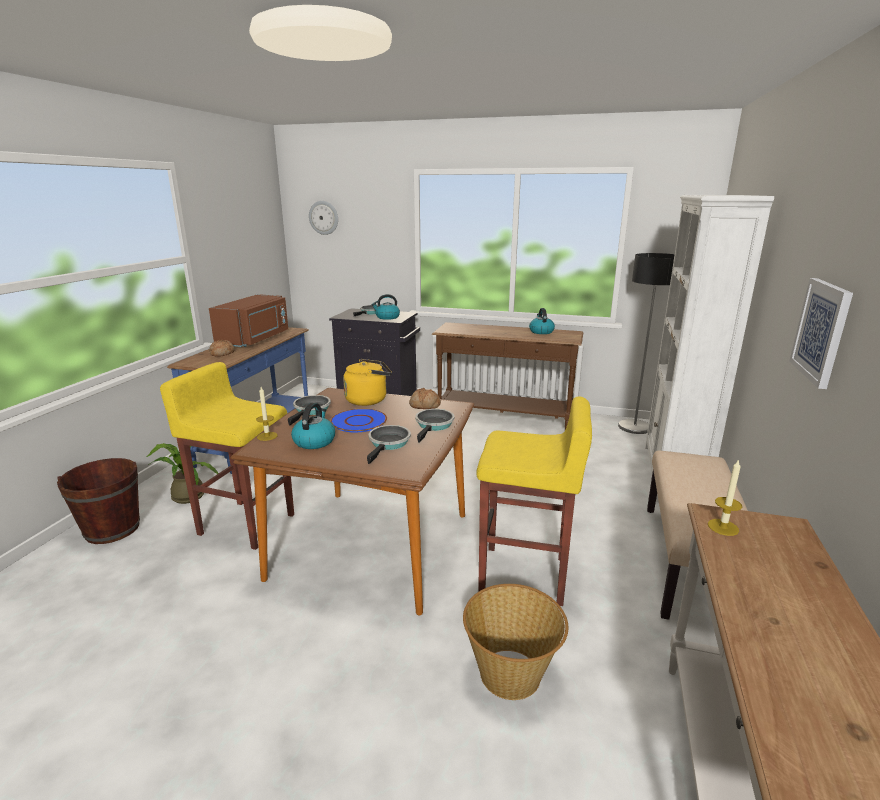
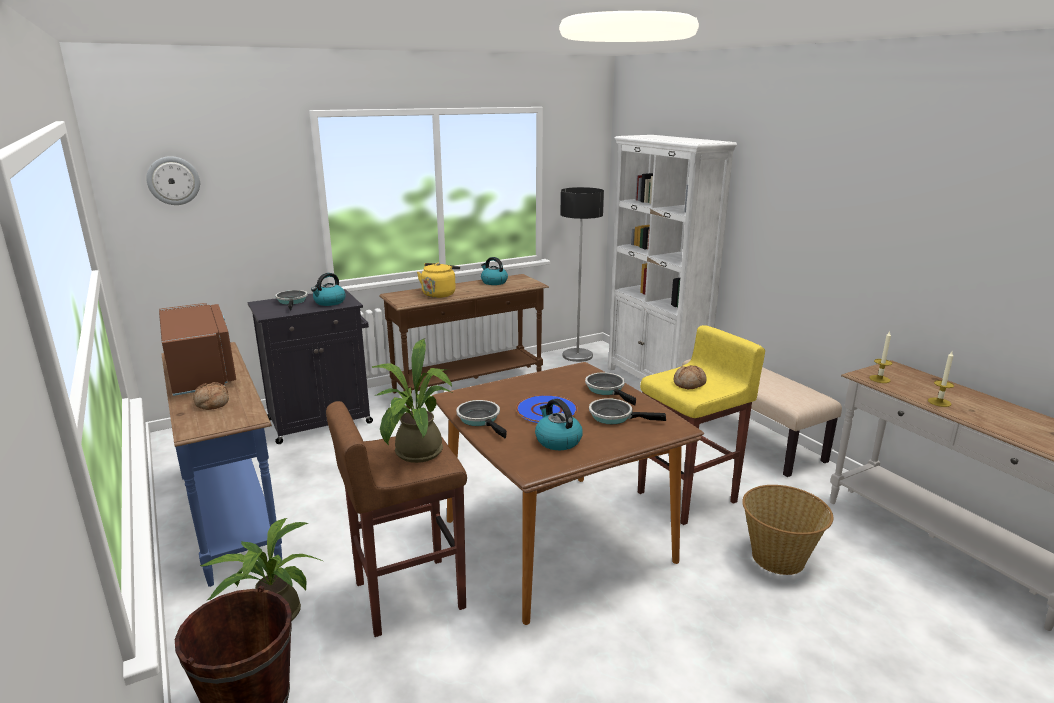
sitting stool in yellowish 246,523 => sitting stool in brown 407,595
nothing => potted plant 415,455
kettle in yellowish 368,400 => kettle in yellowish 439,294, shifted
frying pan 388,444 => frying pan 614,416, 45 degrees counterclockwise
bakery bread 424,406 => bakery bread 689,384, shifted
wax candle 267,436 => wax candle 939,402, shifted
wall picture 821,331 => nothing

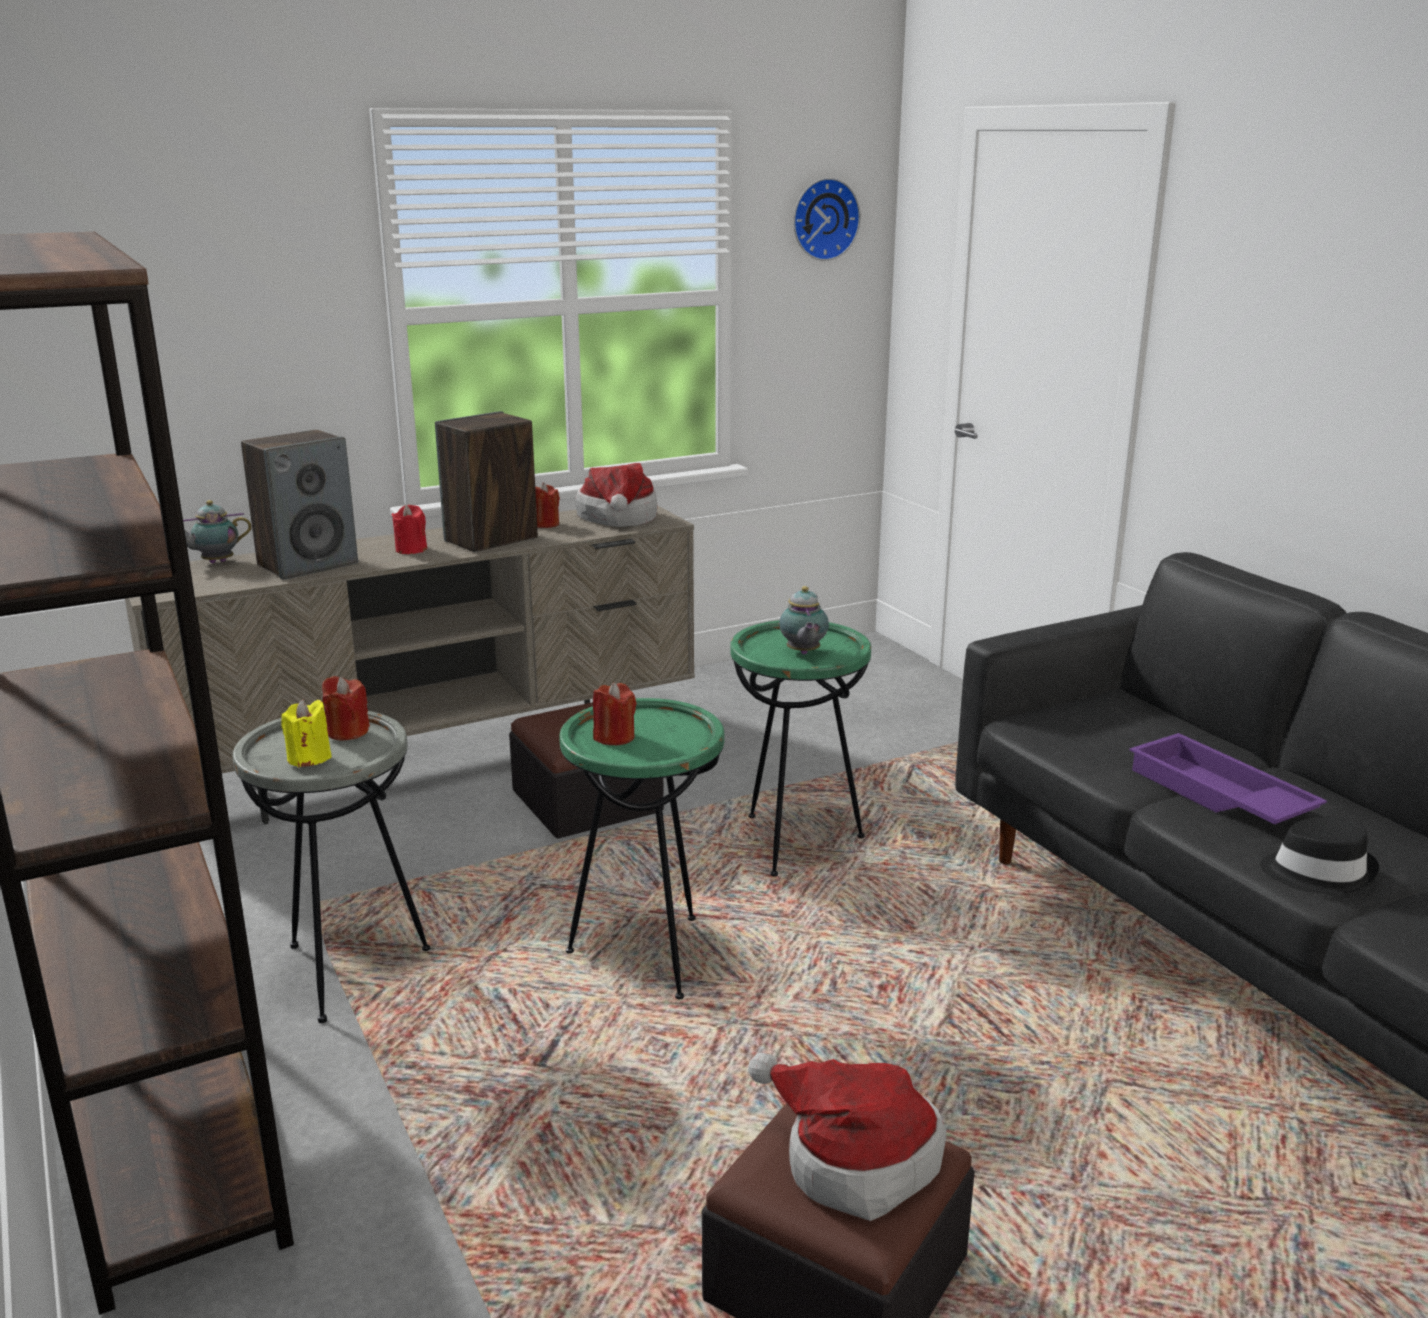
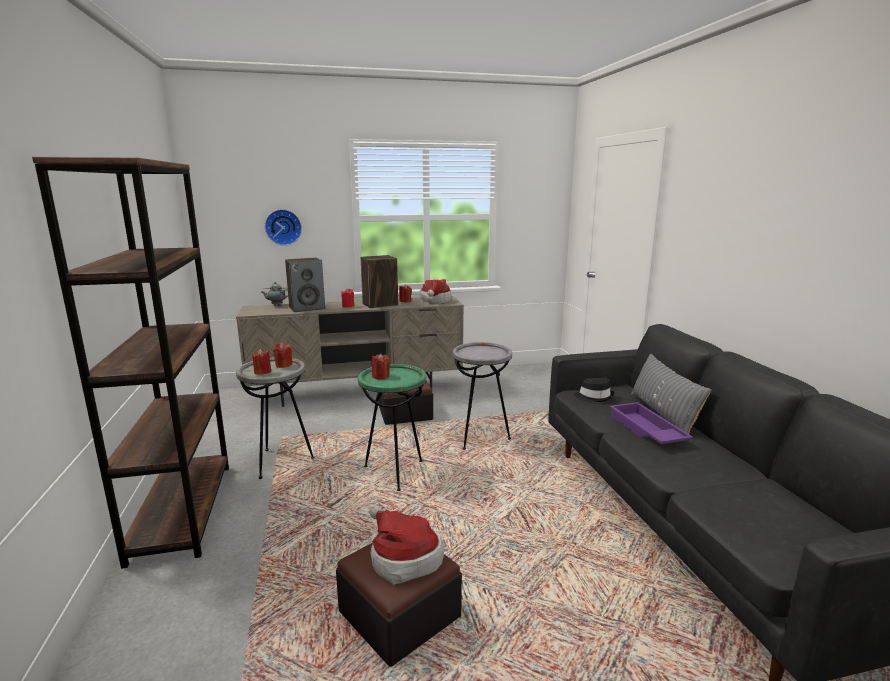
wax candle in yellowish 309,758 => wax candle in reddish 262,372
clock on the wall 823,219 => clock on the wall 283,227, shifted
end table in green 795,843 => end table in greyish 480,438
clothing hat in black-coloured 1318,872 => clothing hat in black-coloured 594,397, shifted
nothing => throw pillow in greyish 663,414
pot for tea 803,653 => nothing

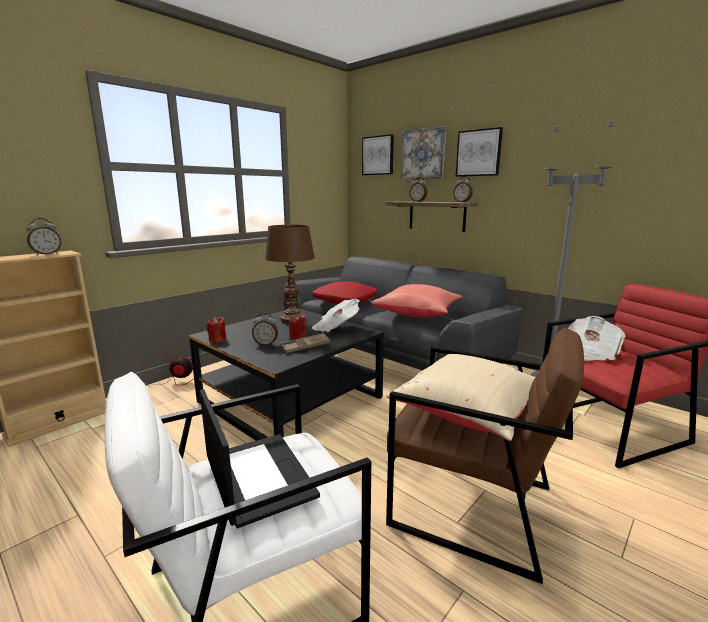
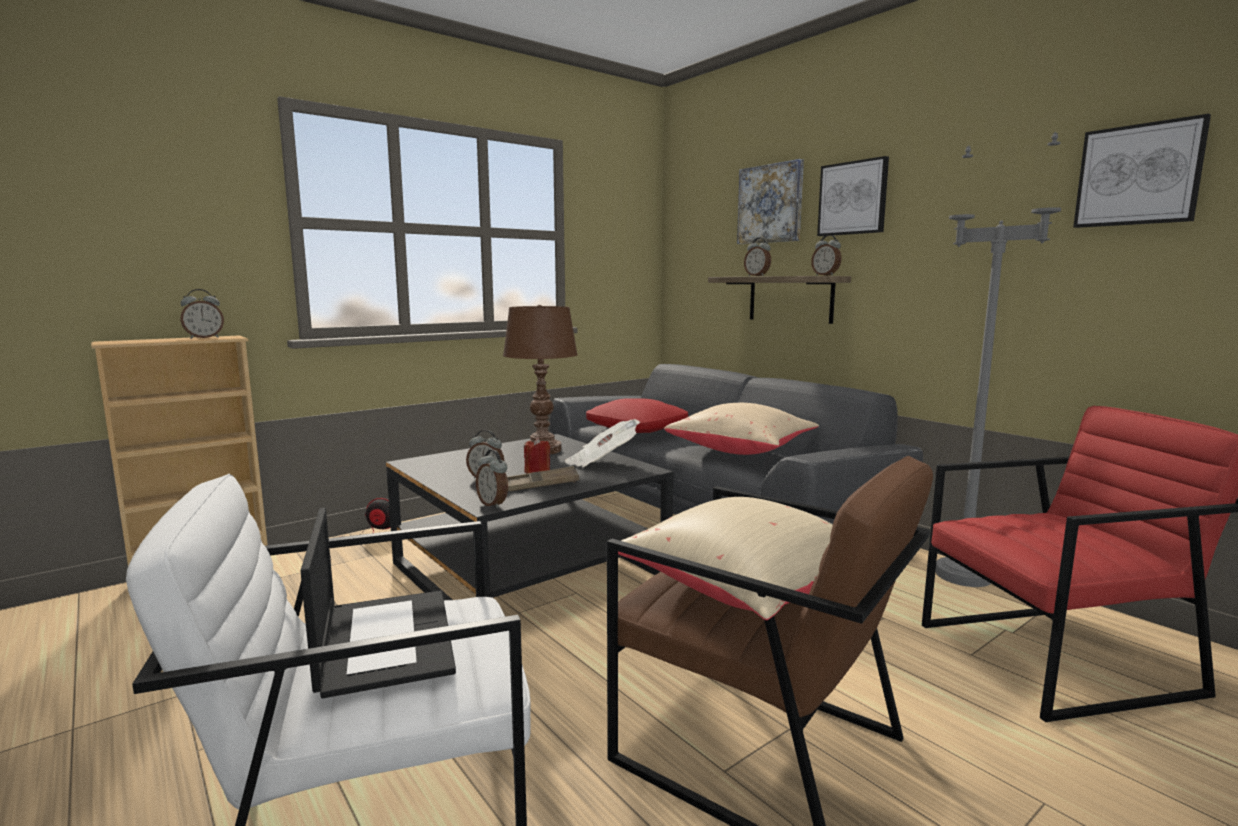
nothing => bedside clock 493,504
throw pillow in reddish 418,314 => throw pillow in sand-coloured 742,451
wall picture 378,155 => wall picture 1138,175, shifted
wax candle in reddish 217,340 => nothing
newspaper 590,352 => nothing

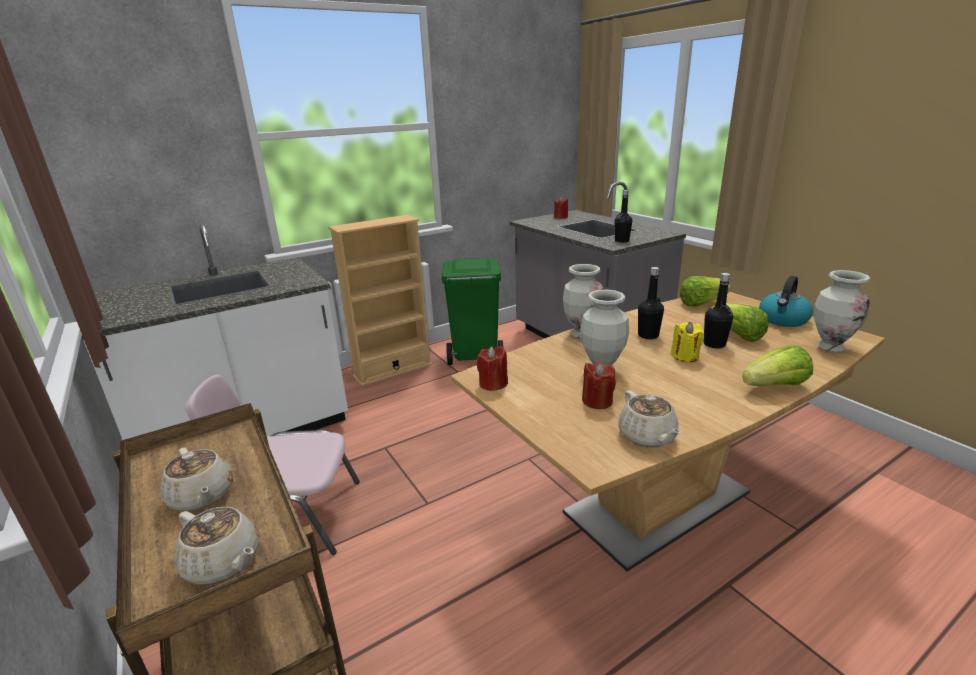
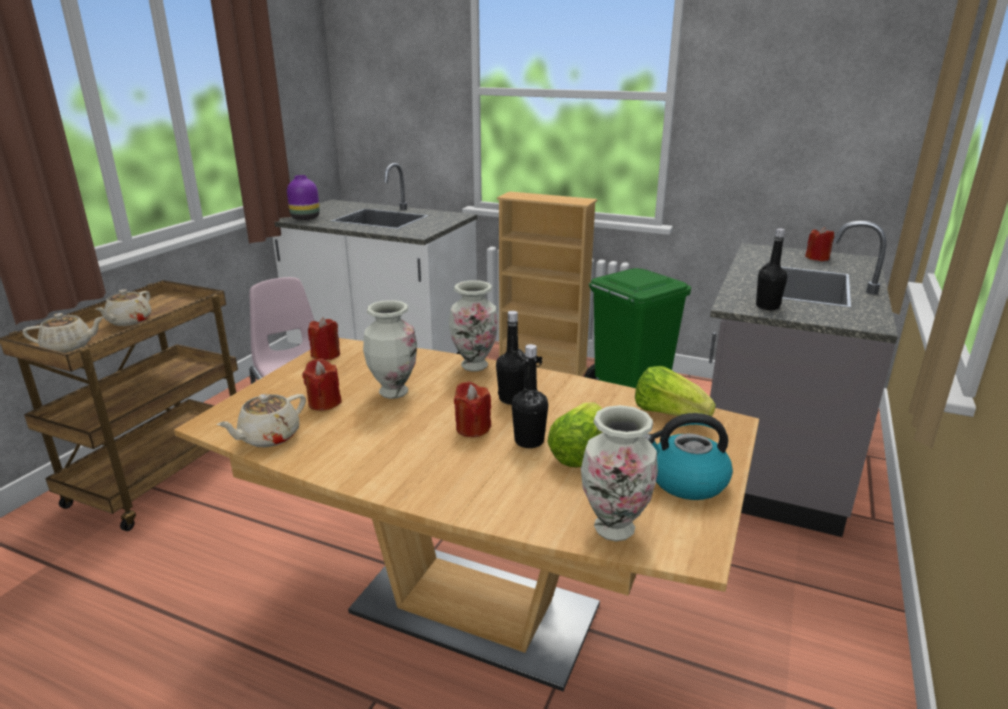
pot for tea in sand-coloured 224,563 => pot for tea in sand-coloured 69,347, 105 degrees counterclockwise
nothing => decorative vase in purplish 305,218
wax candle in yellowish 685,356 => wax candle in reddish 472,428
lettuce head 775,386 => nothing

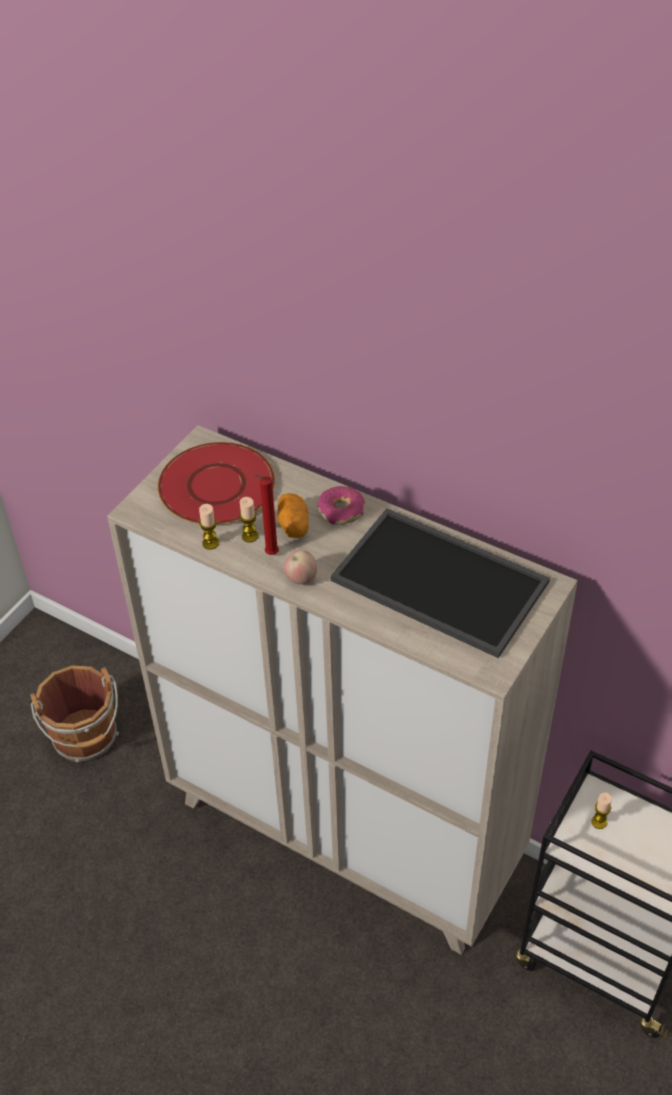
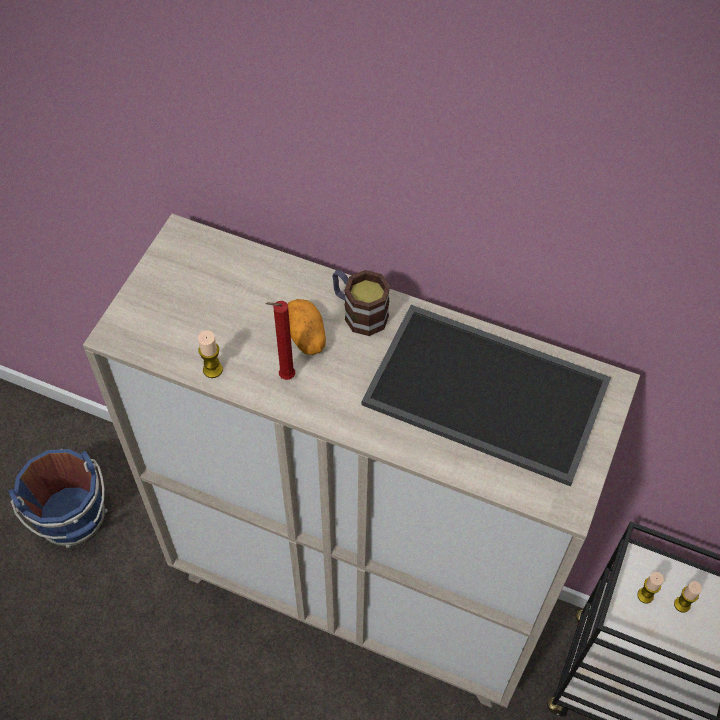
pail in brown 86,738 => pail in bluish 74,519
donut 341,511 => mug 358,312
wax candle 250,536 => wax candle 682,604, shifted
flat dish in reddish 217,486 => nothing
apple 301,578 => nothing

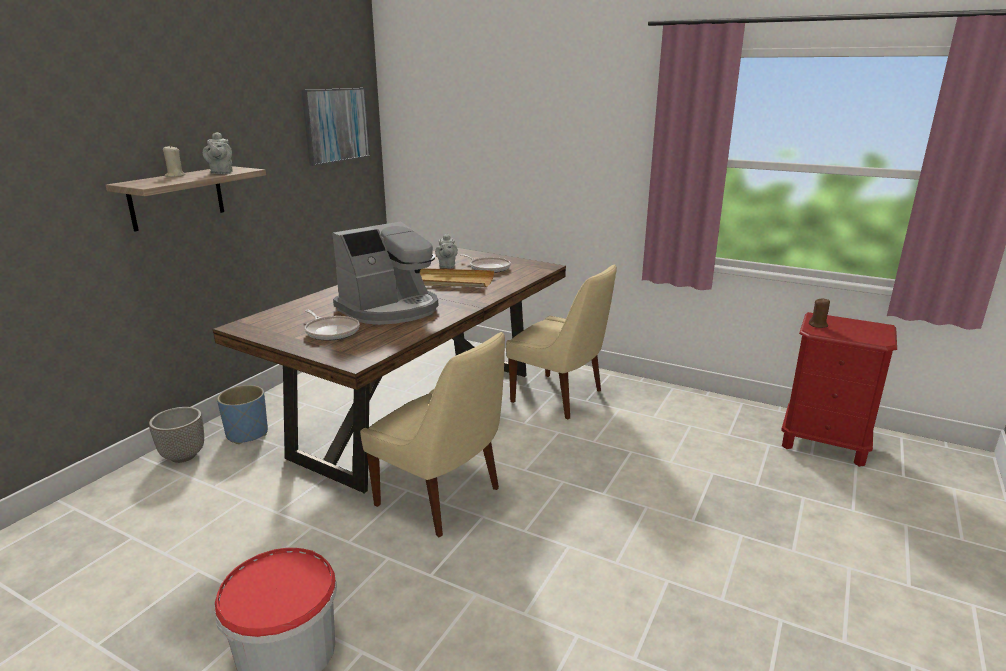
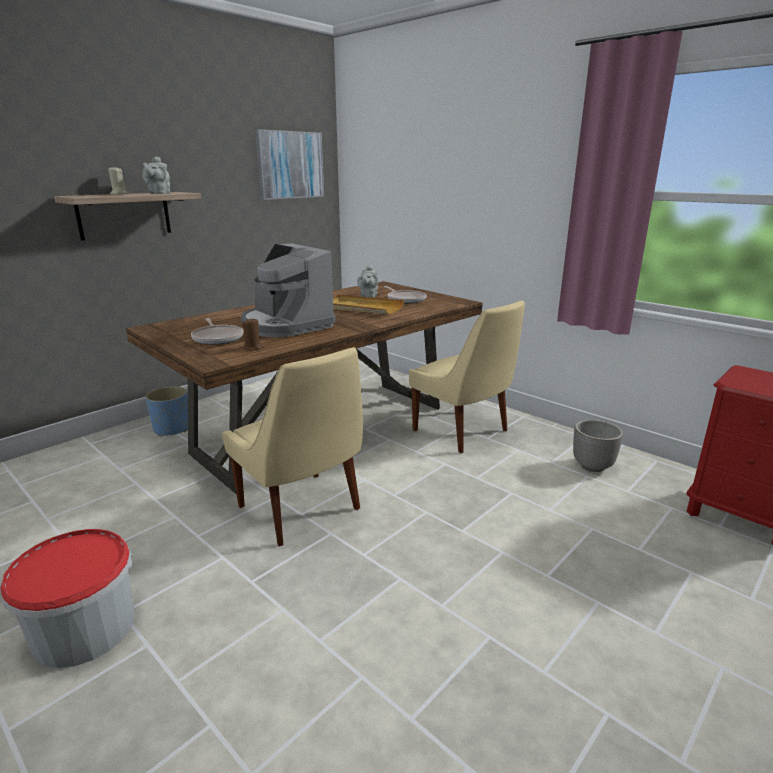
coffee machine 390,309 => coffee machine 285,325, 75 degrees clockwise
wax candle in brown 818,325 => wax candle in brown 253,348, shifted
plant pot 184,456 => plant pot 593,466, shifted

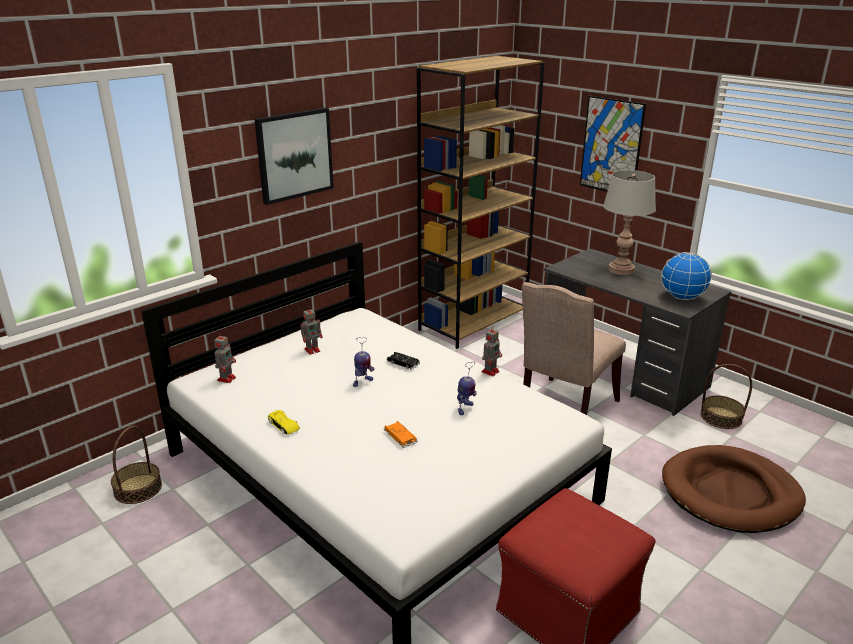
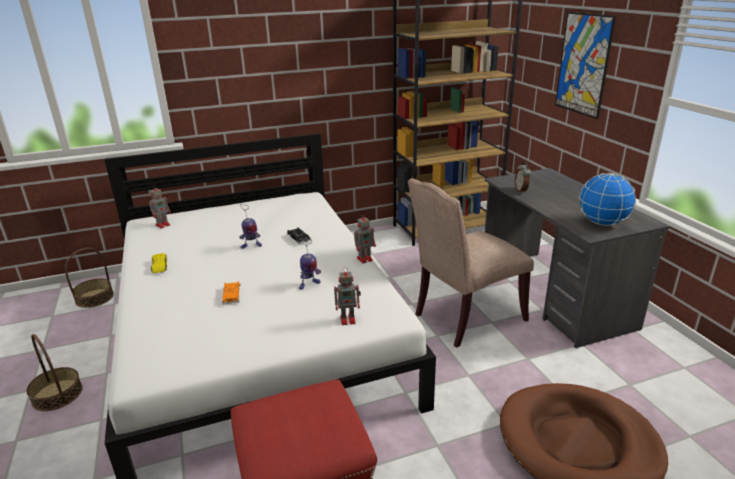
basket 721,417 => basket 57,394, shifted
toy robot 313,350 => toy robot 349,319, shifted
nothing => bedside clock 521,191
wall picture 294,155 => nothing
lamp for a table in greyish 621,270 => nothing

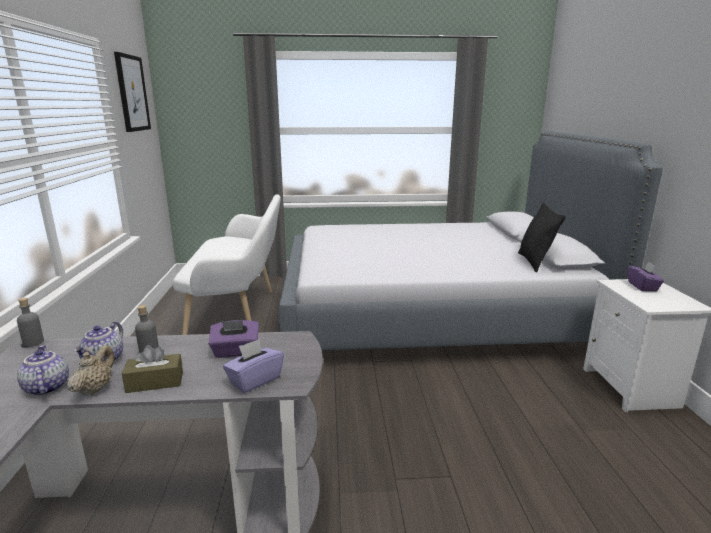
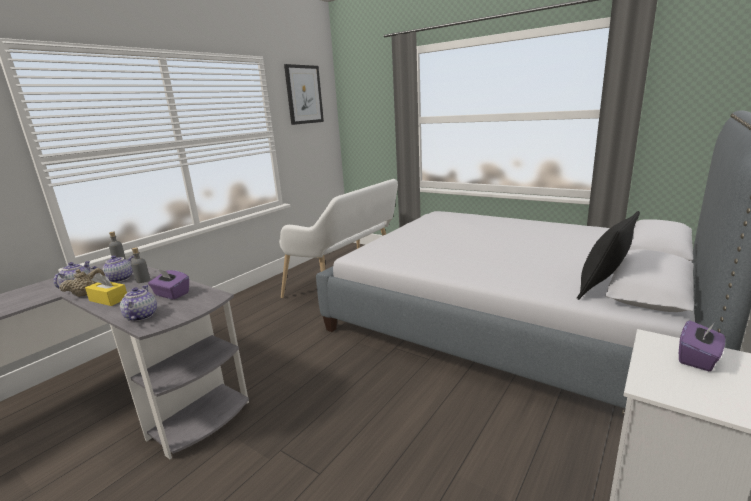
box of tissues in brown 155,382 => box of tissues in yellowish 109,299
box of tissues in purplish 255,380 => pot for tea 141,316

